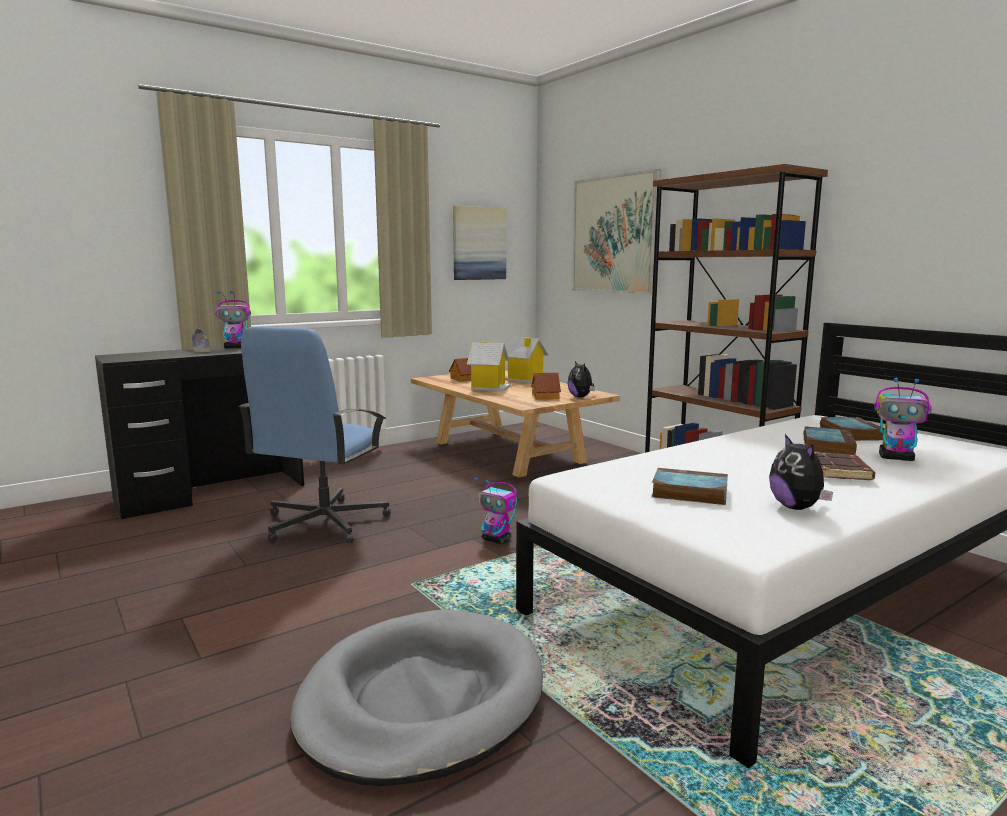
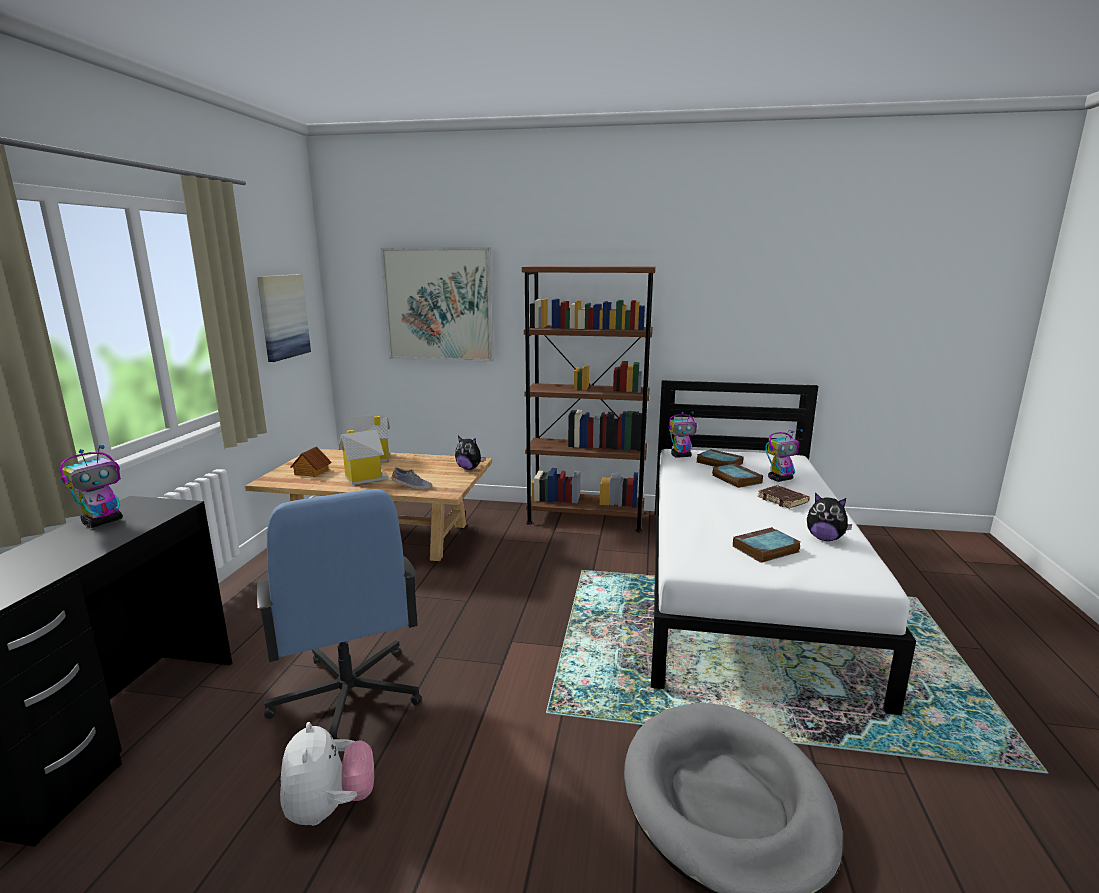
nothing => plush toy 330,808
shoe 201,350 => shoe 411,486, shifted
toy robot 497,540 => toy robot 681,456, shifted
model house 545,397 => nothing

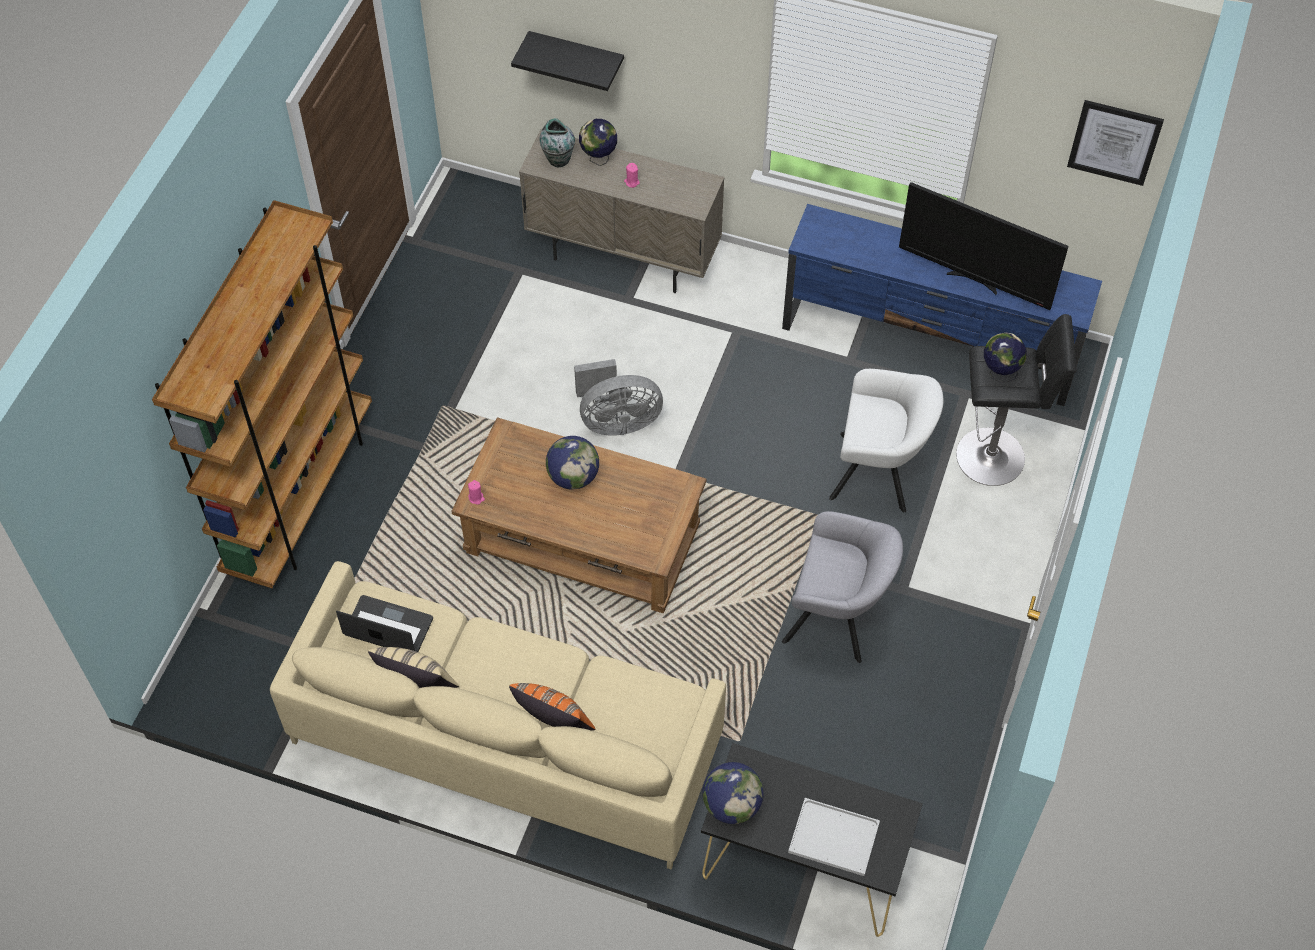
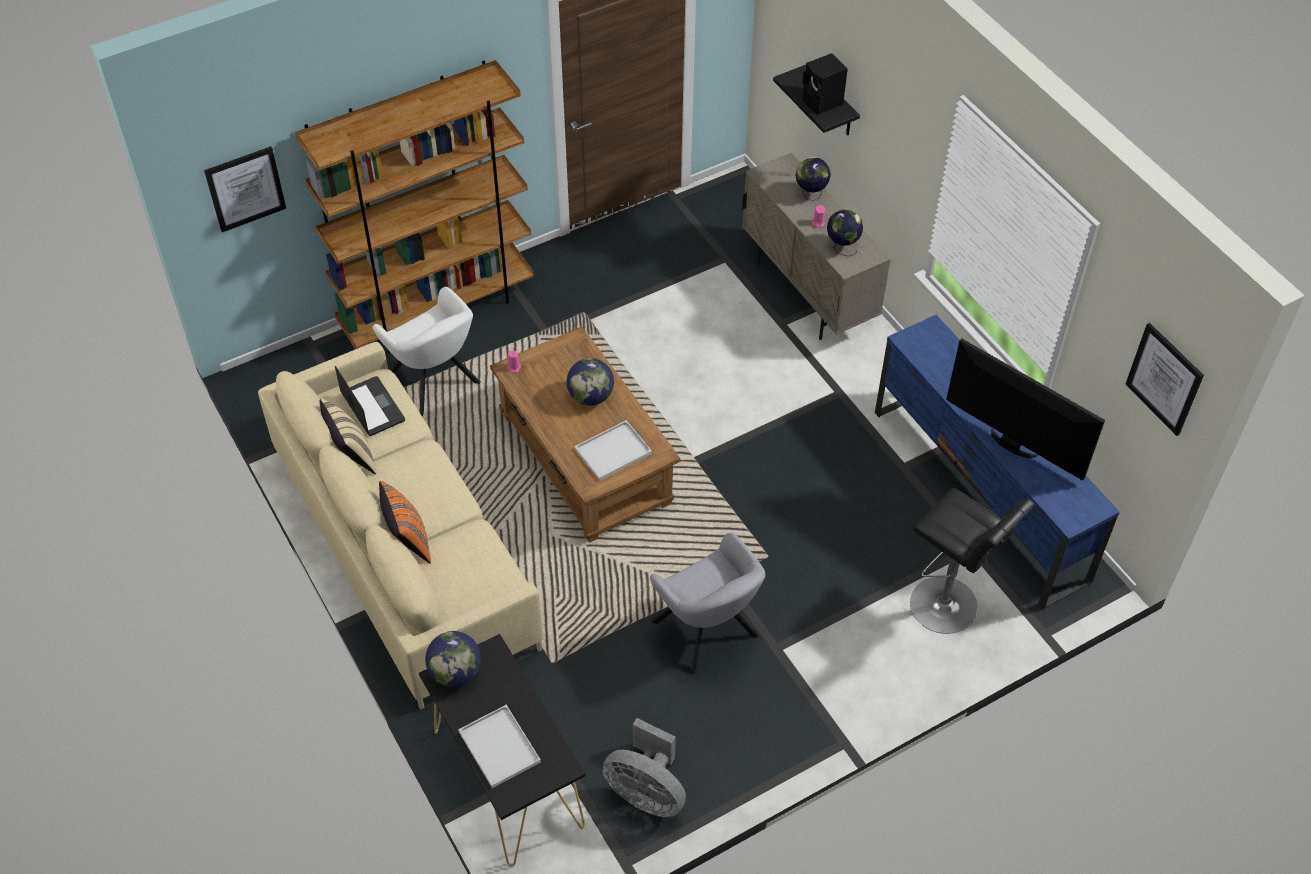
nothing => wall picture 245,188
easy chair in whitish 879,473 => easy chair in whitish 435,383, shifted
nothing => carrying tray in whitish 613,450
electric fan in greyish 616,421 => electric fan in greyish 646,792, shifted
nothing => audio speaker in black-coloured 823,103
globe 999,373 => globe 842,247, shifted
TV 974,280 => TV 1010,445, 150 degrees clockwise
decorative vase 558,159 => nothing

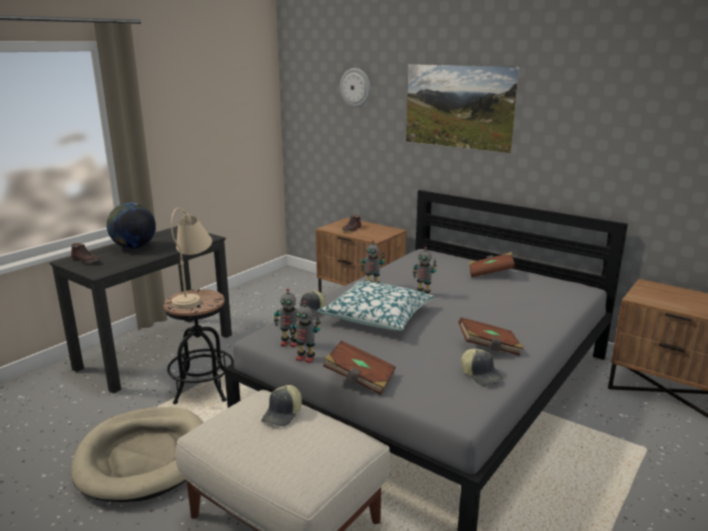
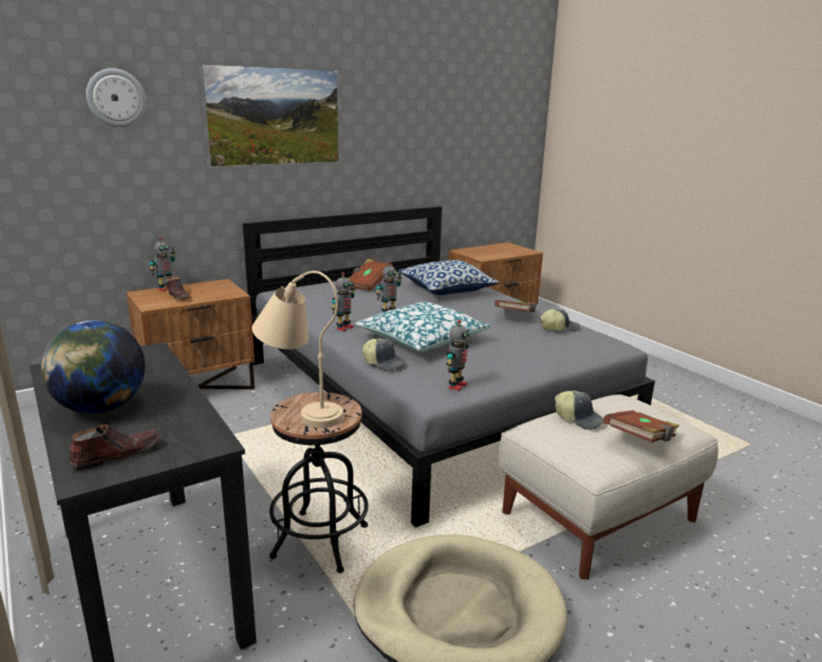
toy robot 305,358 => toy robot 166,289, shifted
nothing => throw pillow 447,290
volume in brown 359,379 => volume in brown 640,440, shifted

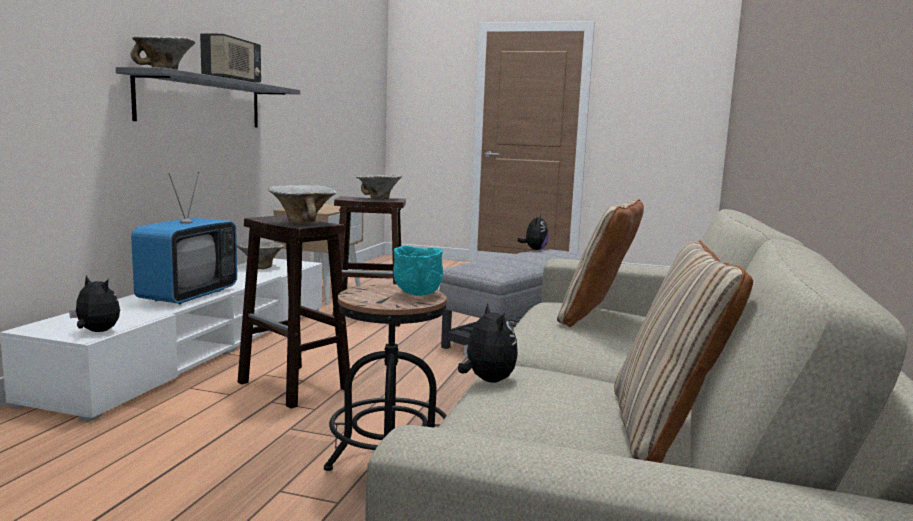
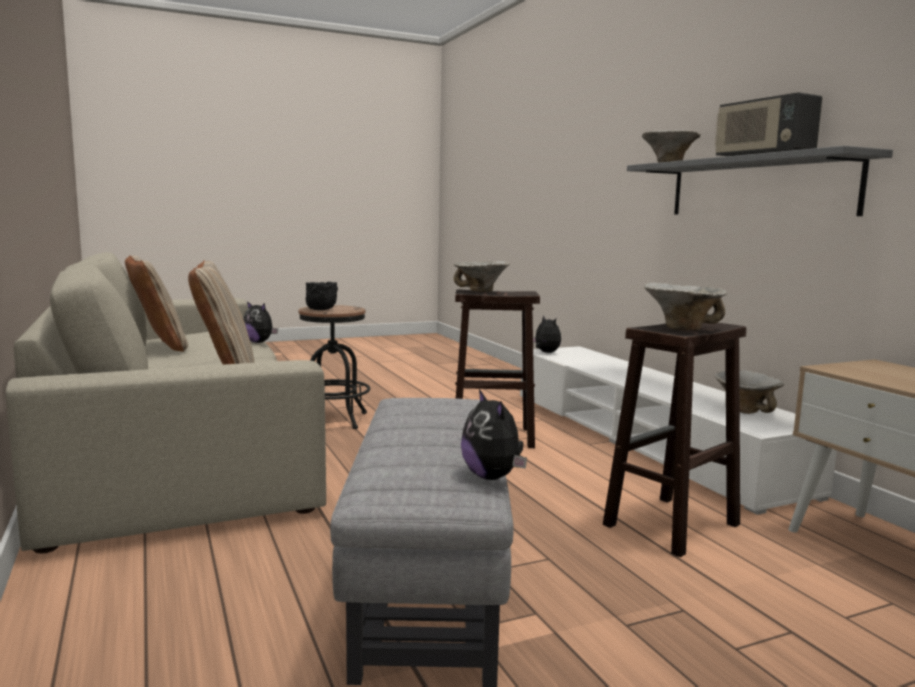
deep dish in turquoise 418,294 => deep dish in black-coloured 321,310
plush toy 96,332 => plush toy 545,352, 105 degrees counterclockwise
TV 188,296 => nothing

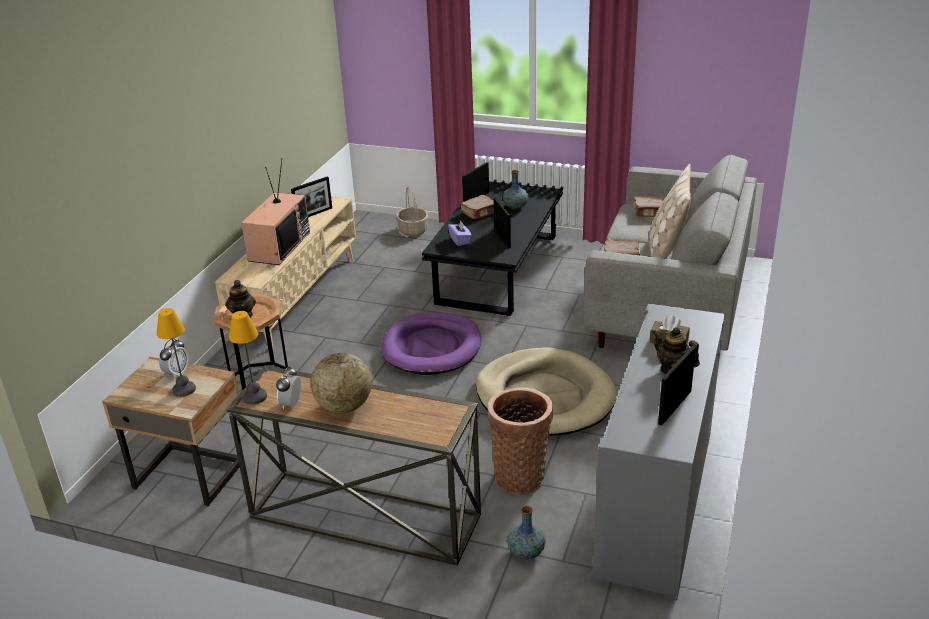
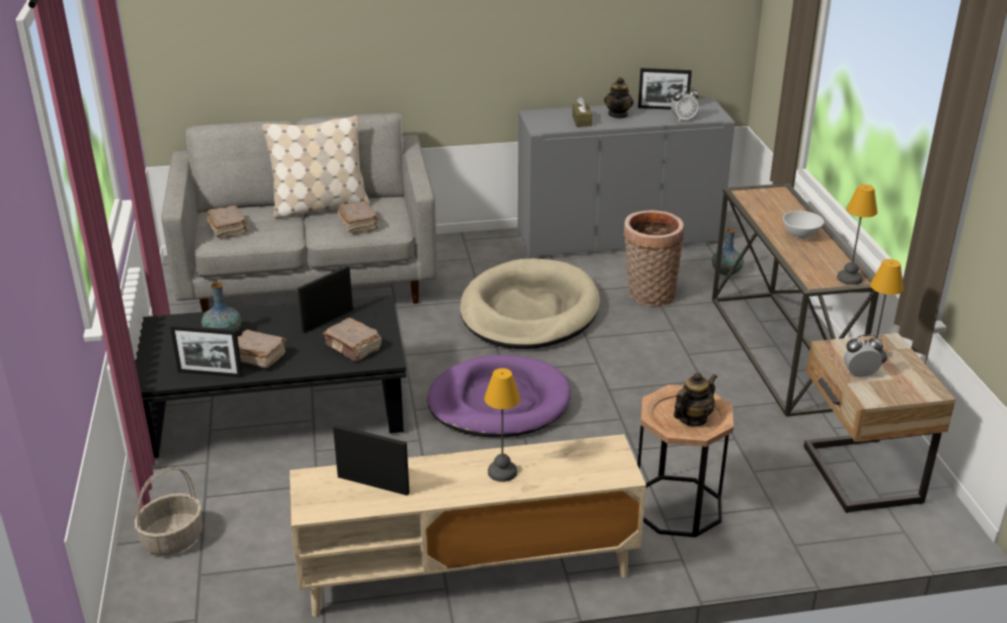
box of tissues in purplish 460,240 => volume in brown 353,348
TV 278,246 => lamp for a table 502,472
bedside clock 291,404 => bedside clock 683,119, shifted
globe 344,406 => deep dish in whitish 801,236

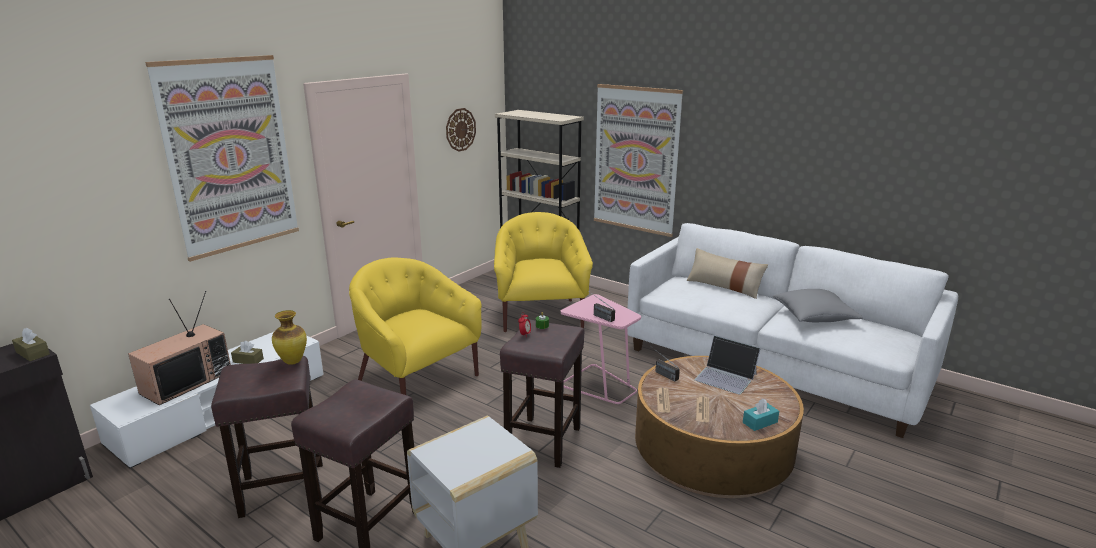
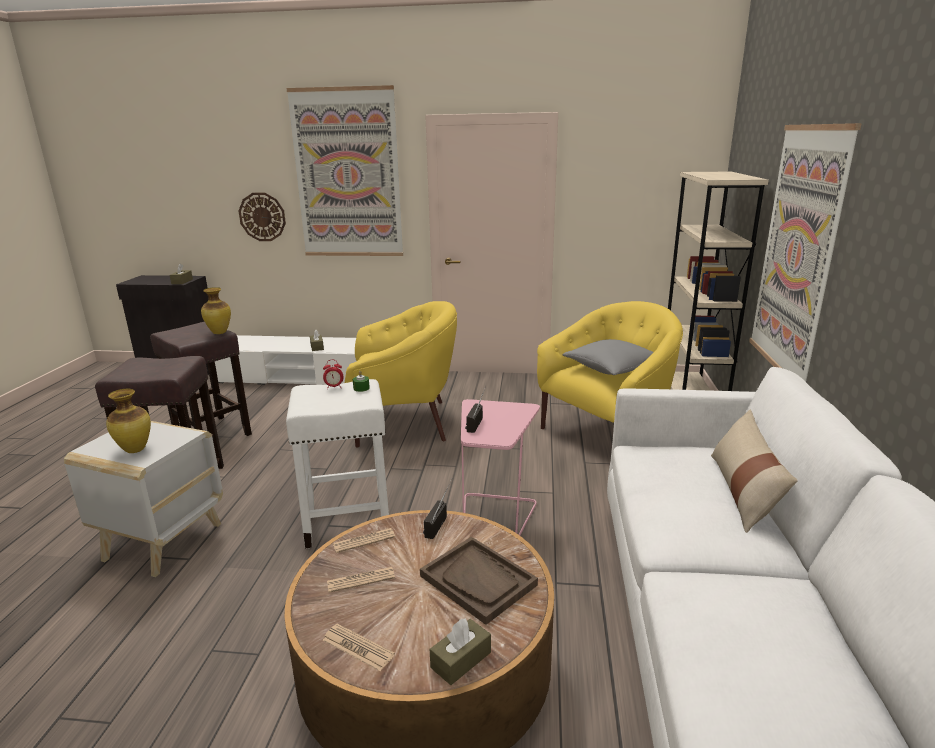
nothing => decorative vase 136,450
clock on the wall 460,129 => clock on the wall 262,217, shifted
sitting stool in brown 543,440 => sitting stool in whitish 349,522
box of tissues in turquoise 760,422 => newspaper 358,647
easy chair in yellowish 416,379 => easy chair in yellowish 403,422, 75 degrees clockwise
laptop 726,377 => carrying tray in brown 478,580
nothing => box of tissues in brown 461,660
throw pillow in greyish 814,316 => throw pillow in greyish 611,369, shifted
TV 187,381 => nothing

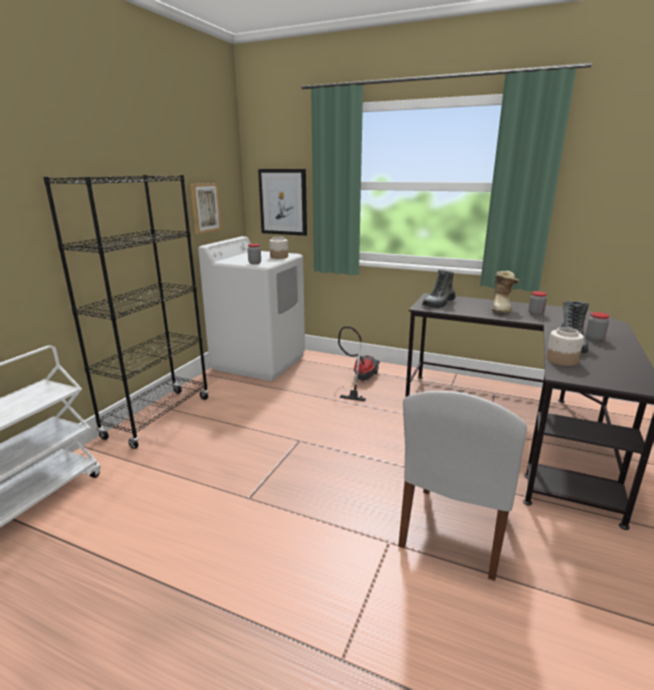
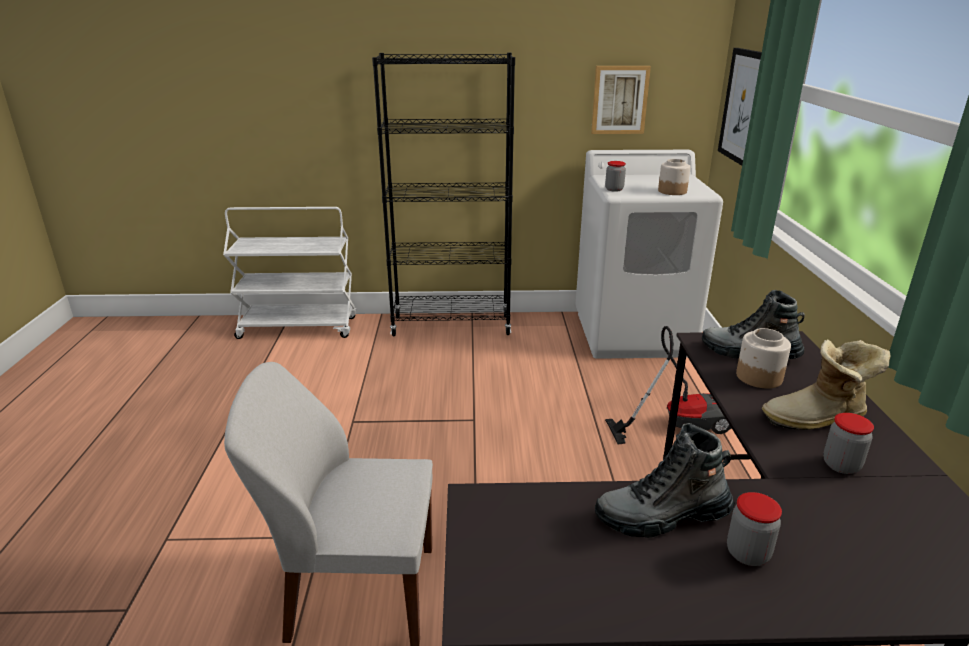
preserve jar 561,360 => preserve jar 758,377, shifted

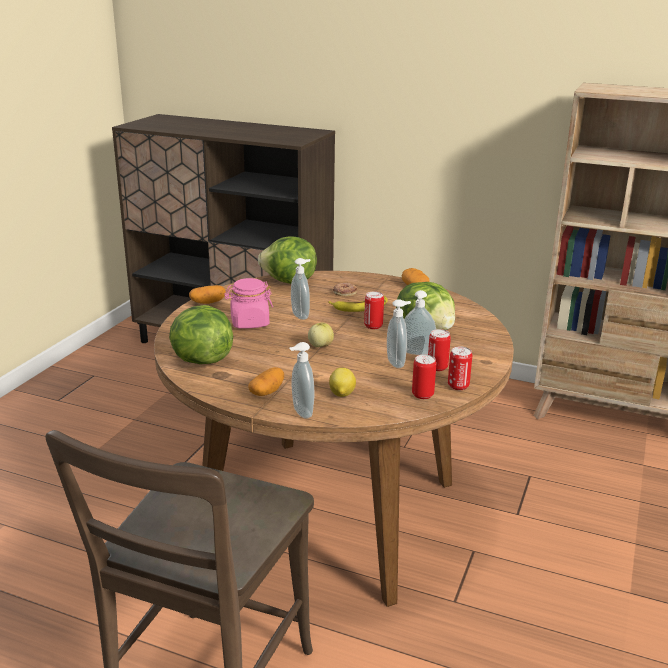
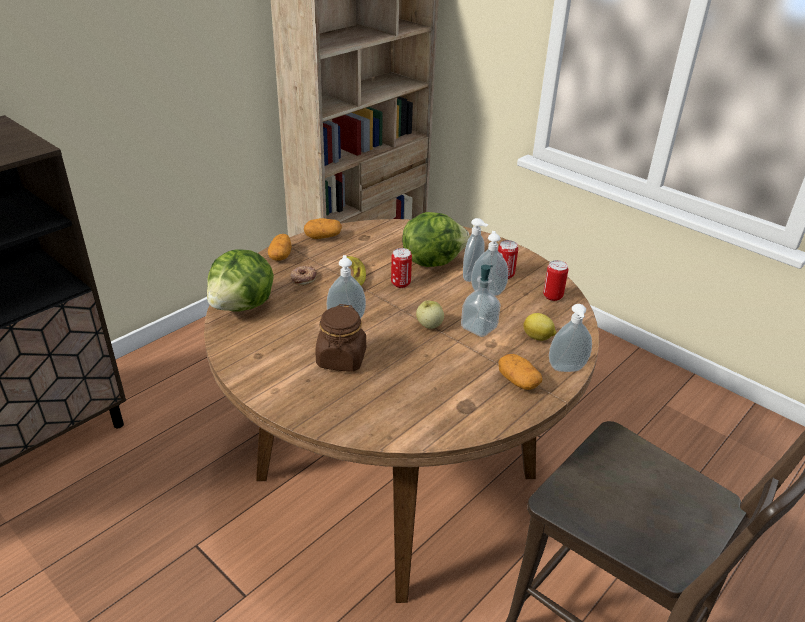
whole potato 208,302 => whole potato 280,256, shifted
preserve jar in pinkish 249,323 => preserve jar in brown 341,359
nothing => soap bottle 479,327
lettuce head 201,360 => nothing
metal can 458,386 => nothing

